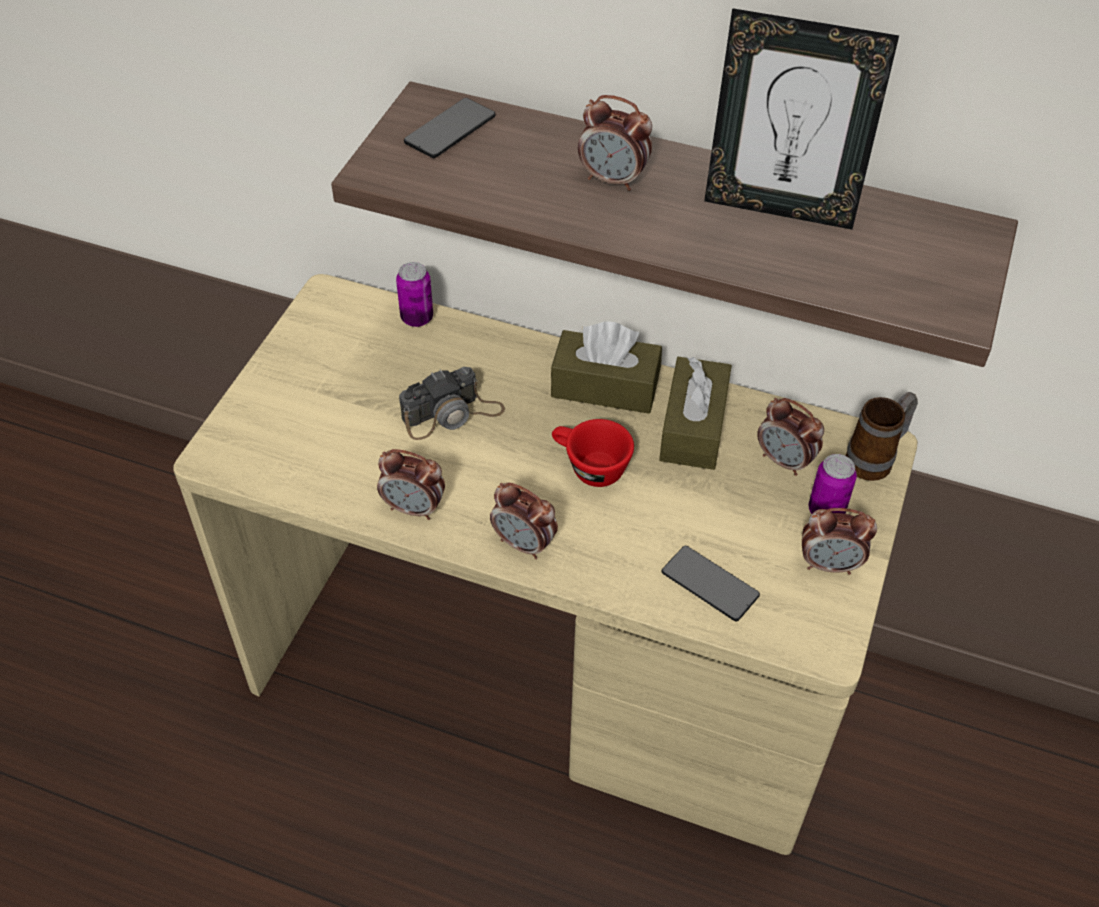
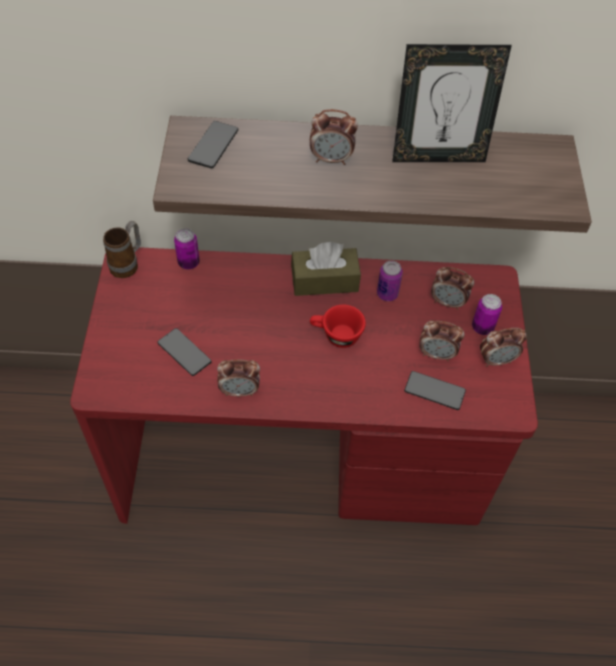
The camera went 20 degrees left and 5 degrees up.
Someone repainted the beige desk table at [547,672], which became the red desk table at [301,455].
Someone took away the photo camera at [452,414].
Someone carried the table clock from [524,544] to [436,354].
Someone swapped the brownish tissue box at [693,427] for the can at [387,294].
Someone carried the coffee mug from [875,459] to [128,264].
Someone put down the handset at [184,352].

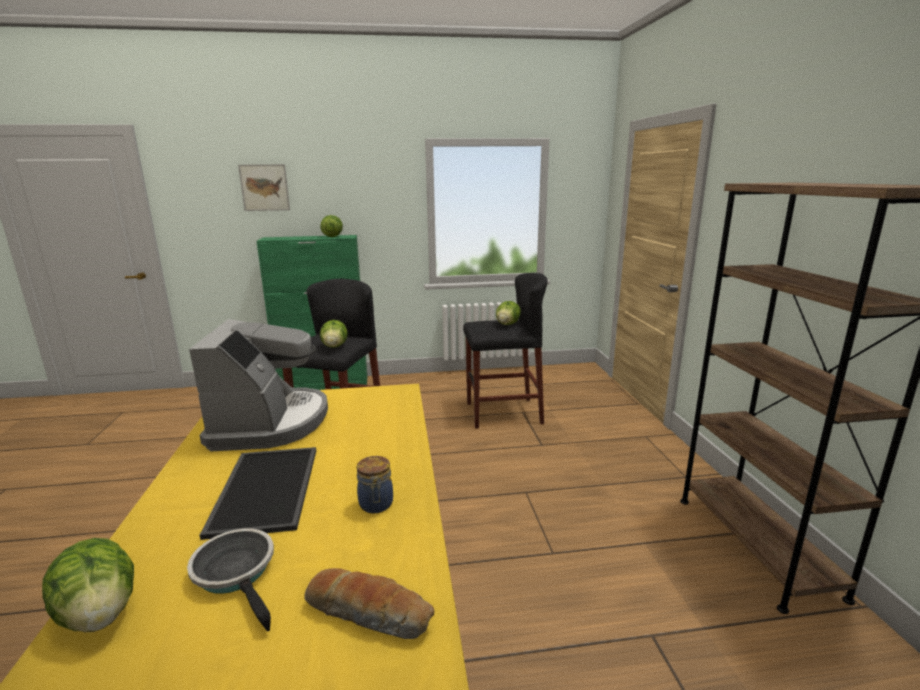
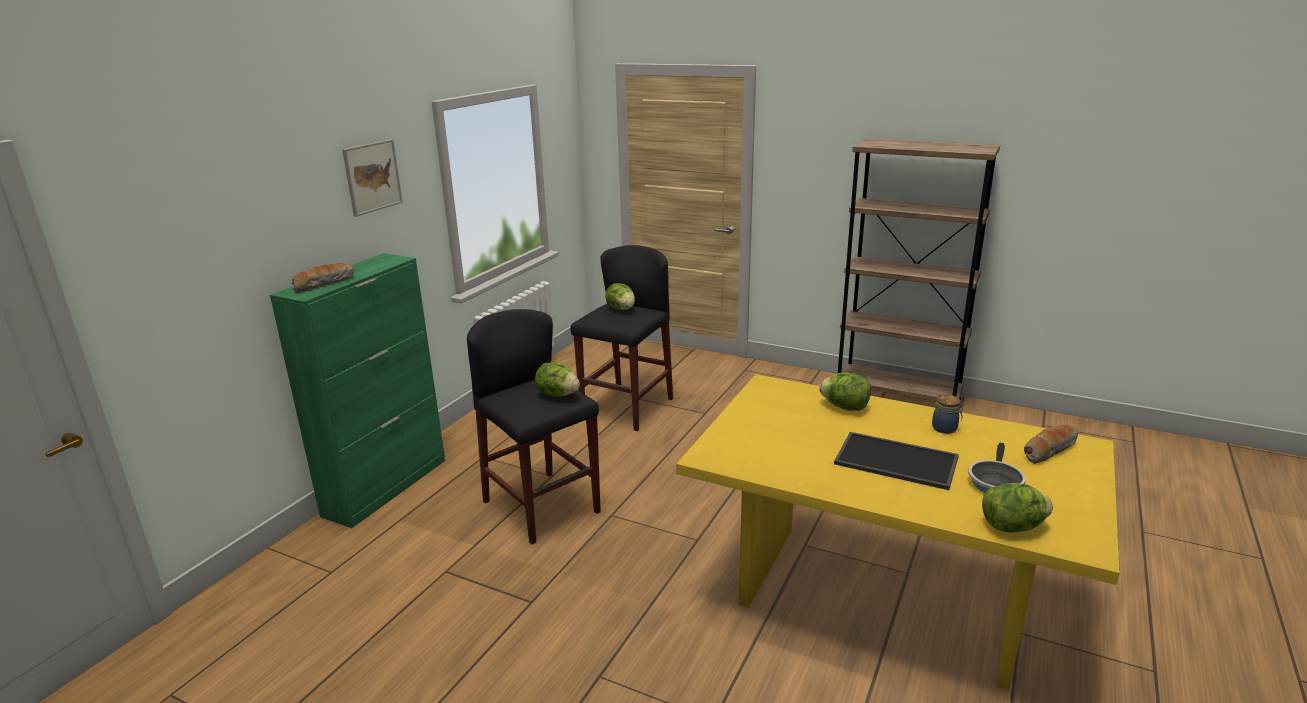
The camera went 55 degrees left and 5 degrees up.
Someone rotated the frying pan at [237,573] by 60 degrees counterclockwise.
Someone took away the coffee brewer at [270,422].
Someone carried the wall picture from [264,187] to [372,177].
Someone carried the lettuce from [332,236] to [845,407].
Someone put down the baked bread at [324,284].

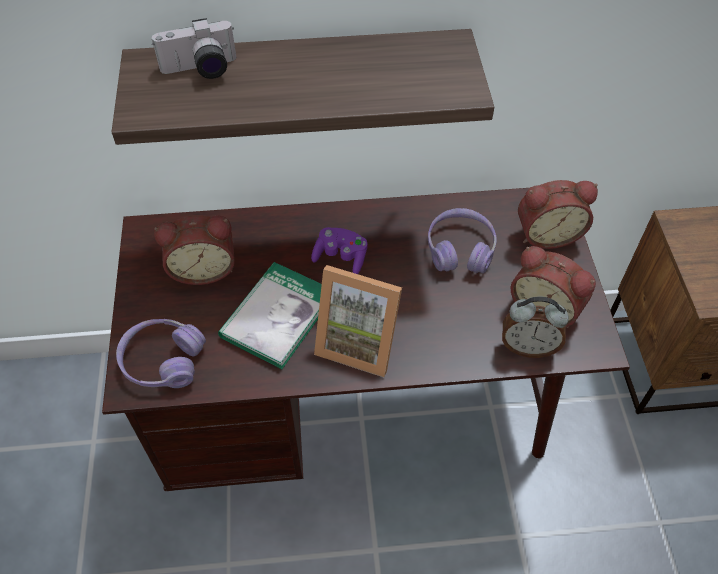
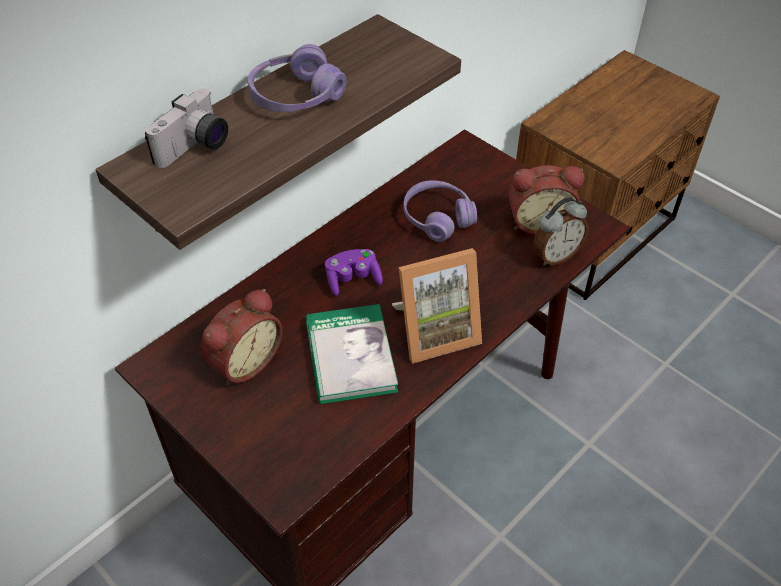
The camera went 40 degrees left and 5 degrees down.
Someone carried the purple headset from [163,361] to [295,96].
Someone took away the table clock at [547,233].

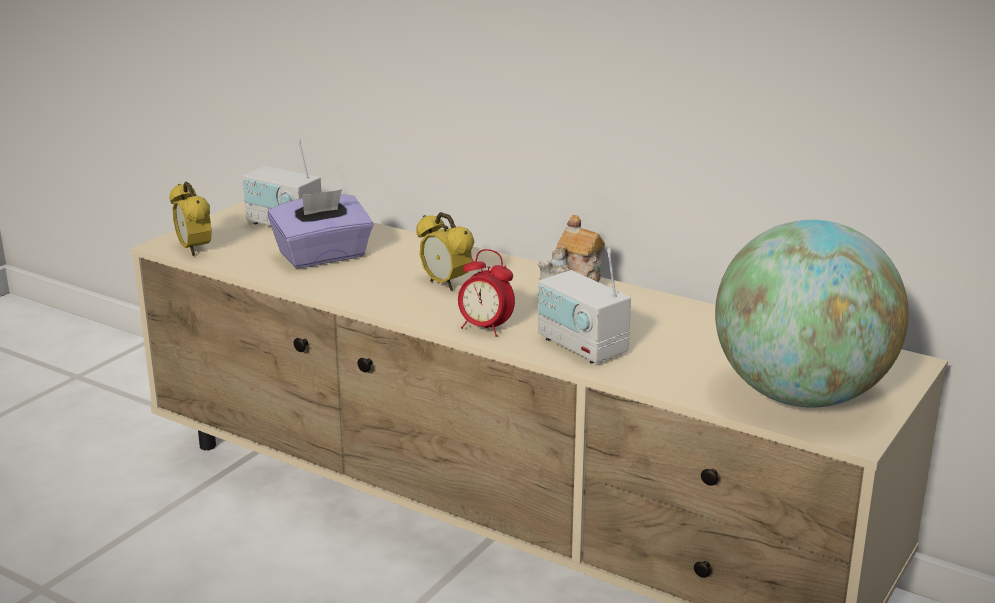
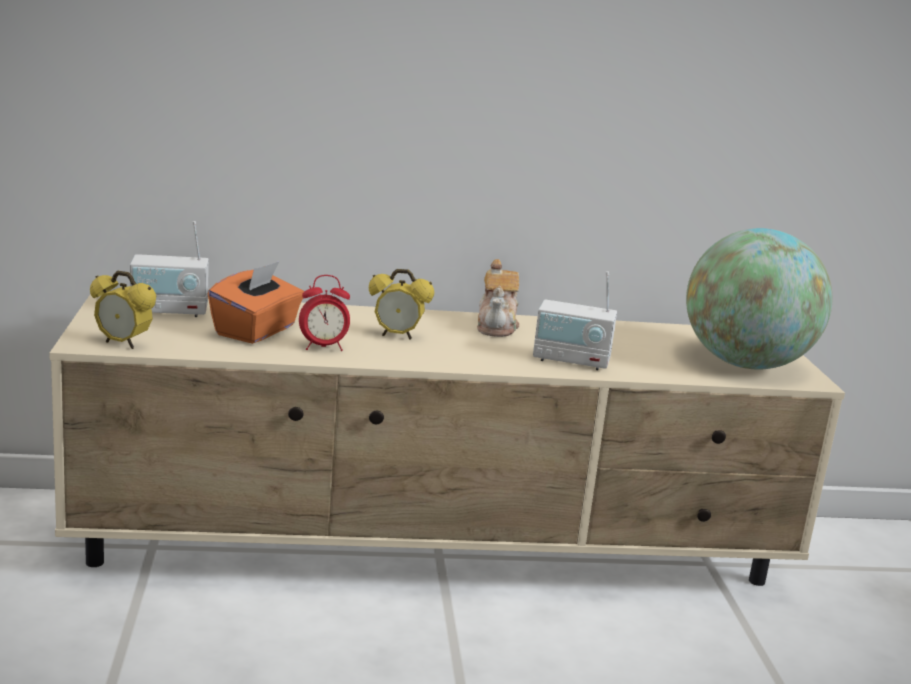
The camera went 40 degrees left and 5 degrees down.
Someone repainted the purple tissue box at [323,256], which became the orange tissue box at [256,331].
Someone carried the table clock from [485,328] to [323,347].

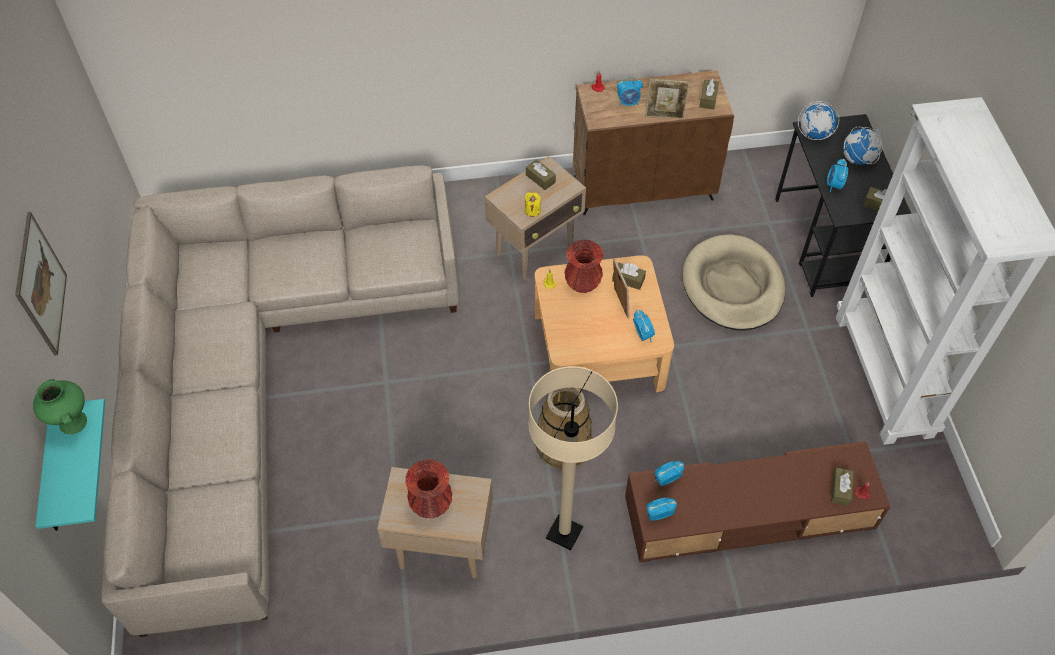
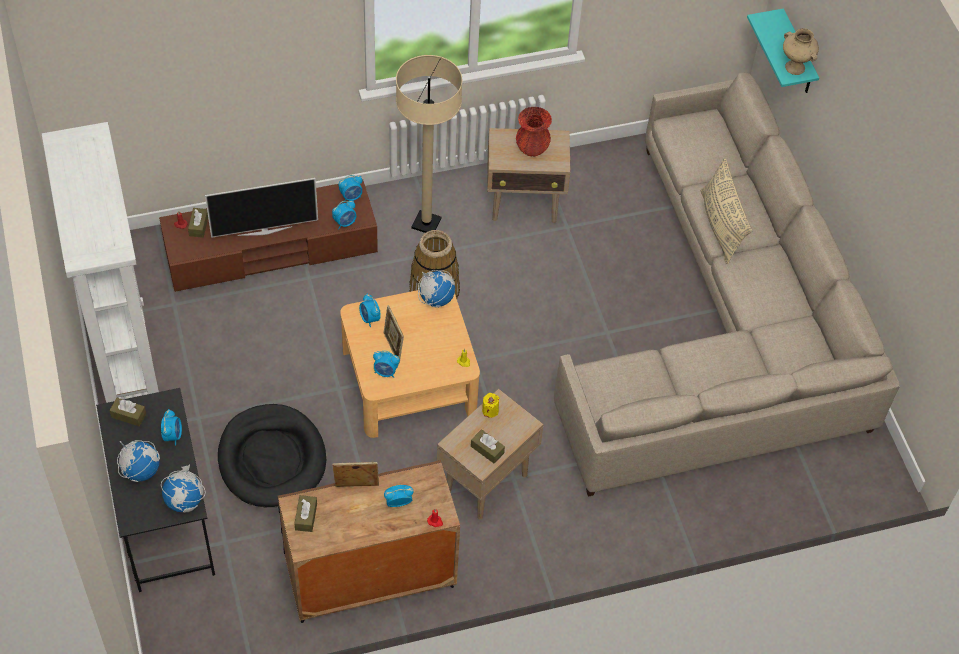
The camera went 170 degrees right and 0 degrees up.
Someone took away the wall picture at [41,284].
Someone repainted the green decorative vase at [72,422], which became the beige decorative vase at [795,67].
Someone took away the red decorative vase at [582,284].
Someone swapped the brownish tissue box at [628,280] for the table clock at [386,372].
Someone repainted the beige dog bed at [732,286], which became the blackish dog bed at [272,459].
Someone put down the television at [264,230].
Someone put down the desk globe at [436,299].
Someone put down the beige pillow at [720,226].

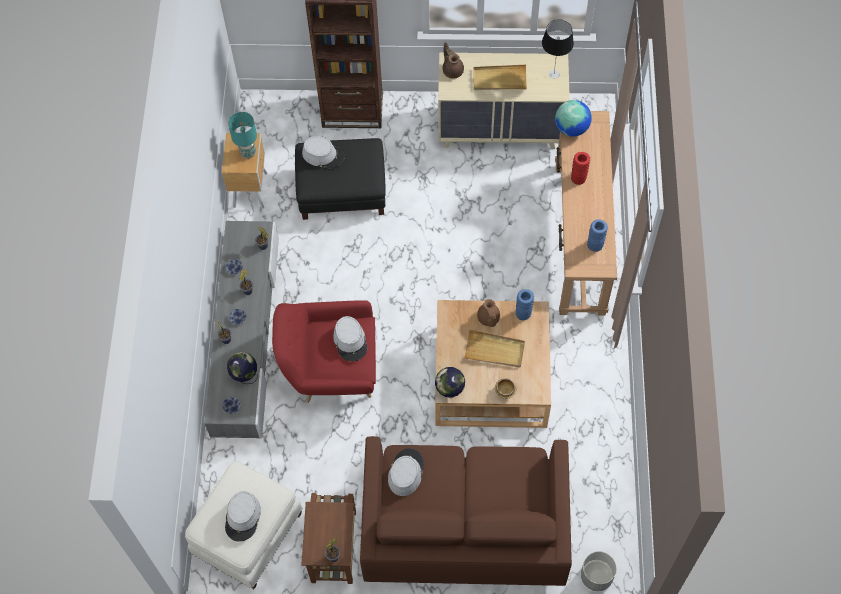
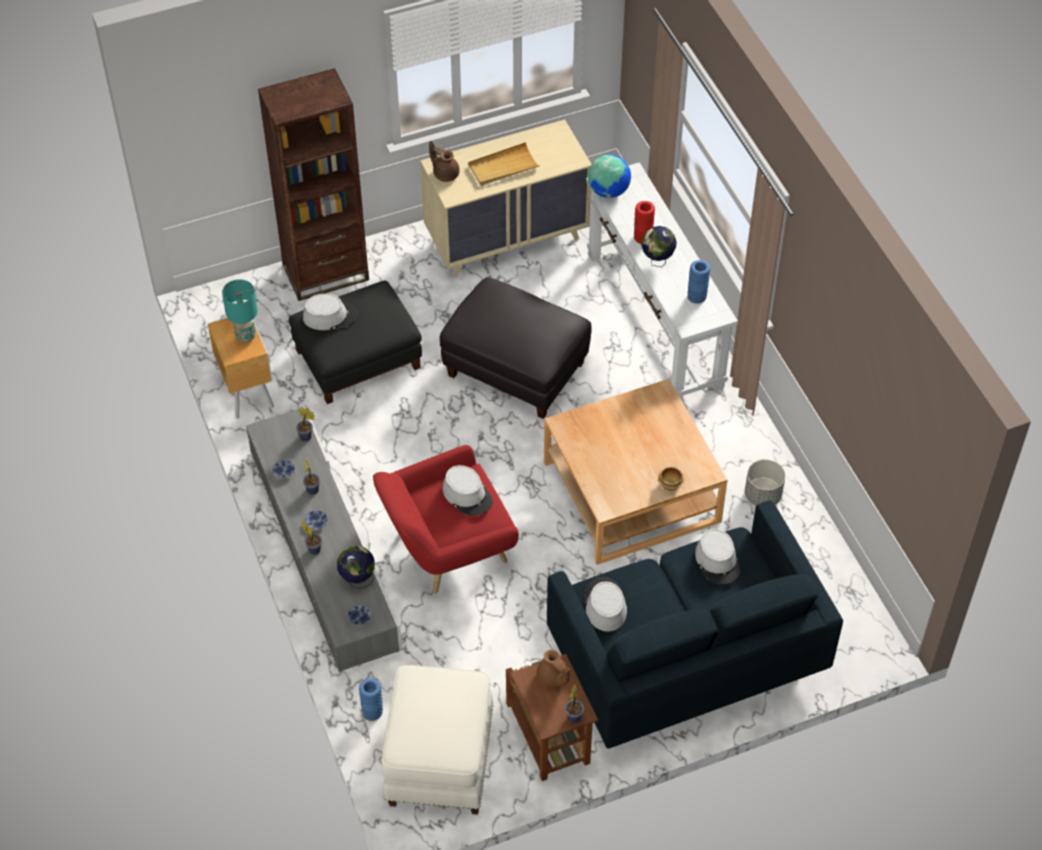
The camera went 25 degrees left and 10 degrees down.
Someone carried the greyish wearable hat from [243,517] to [717,561].
Someone repainted the brownish settee at [464,526], which became the blue-coloured settee at [685,656].
Someone carried the desk globe from [450,391] to [657,261].
Someone took away the beige serving tray at [494,350].
Someone carried the brownish tea pot from [488,319] to [553,677].
Someone carried the blue-coloured decorative vase from [523,313] to [372,711].
Someone took away the lamp for a table at [554,74].
Someone repainted the brownish hall table at [579,238], which became the white-coloured hall table at [654,319].
Someone carried the greyish flower pot from [596,576] to [762,495].
Someone put down the blackish ottoman at [516,370].

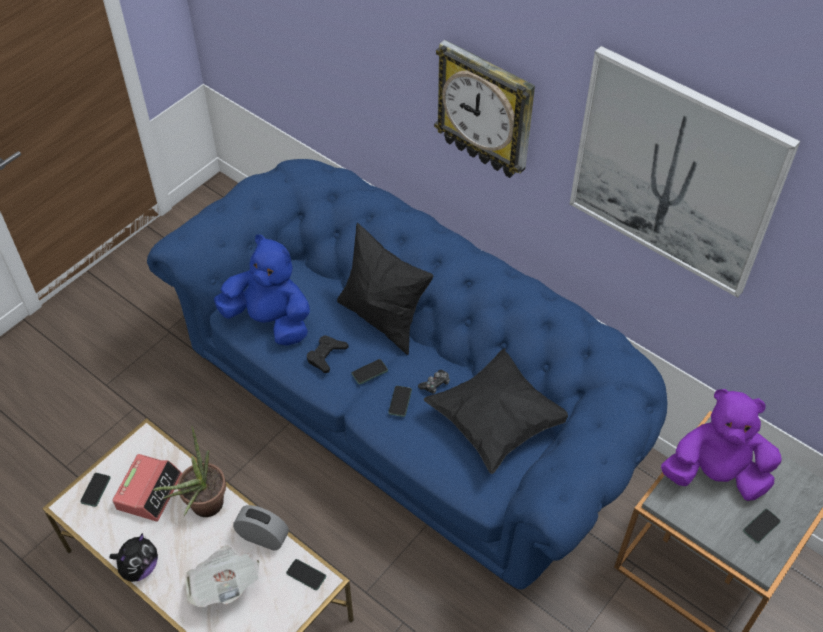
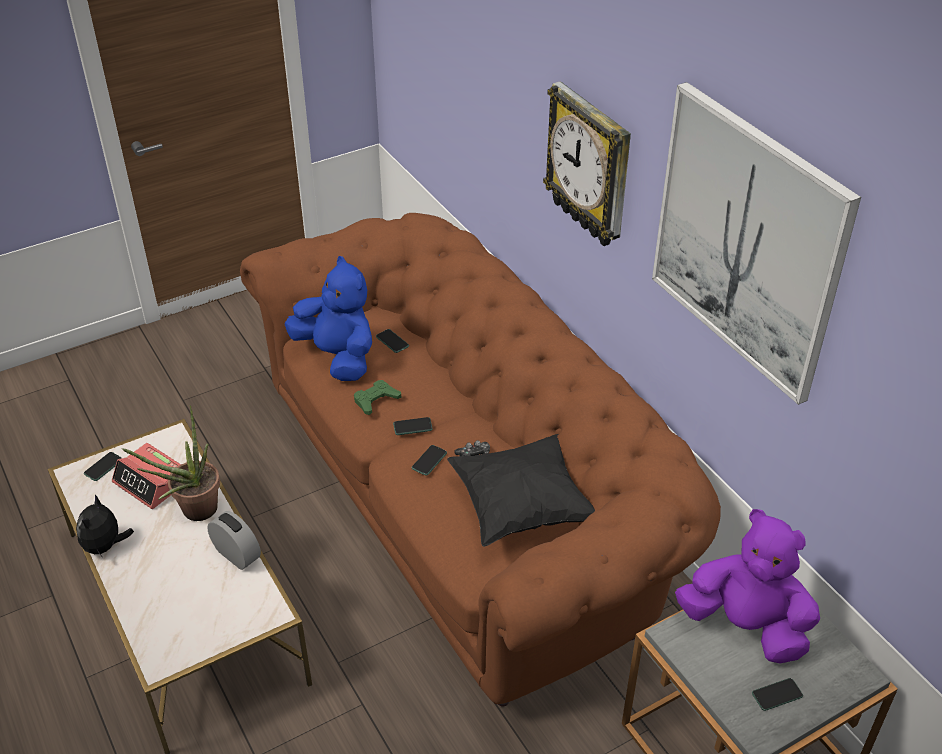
The camera went 20 degrees right and 10 degrees down.
Someone rotated the plush toy at [139,567] by 135 degrees clockwise.
Someone rotated the table clock at [149,491] by 90 degrees clockwise.
Someone repainted the blue-coloured settee at [410,410], which became the brownish settee at [468,502].
Someone took away the printed paper at [224,584].
Someone carried the handset from [306,575] to [392,341].
Someone repainted the blackish joypad at [326,355], which became the green joypad at [376,400].
Someone took away the blackish pillow at [383,319].

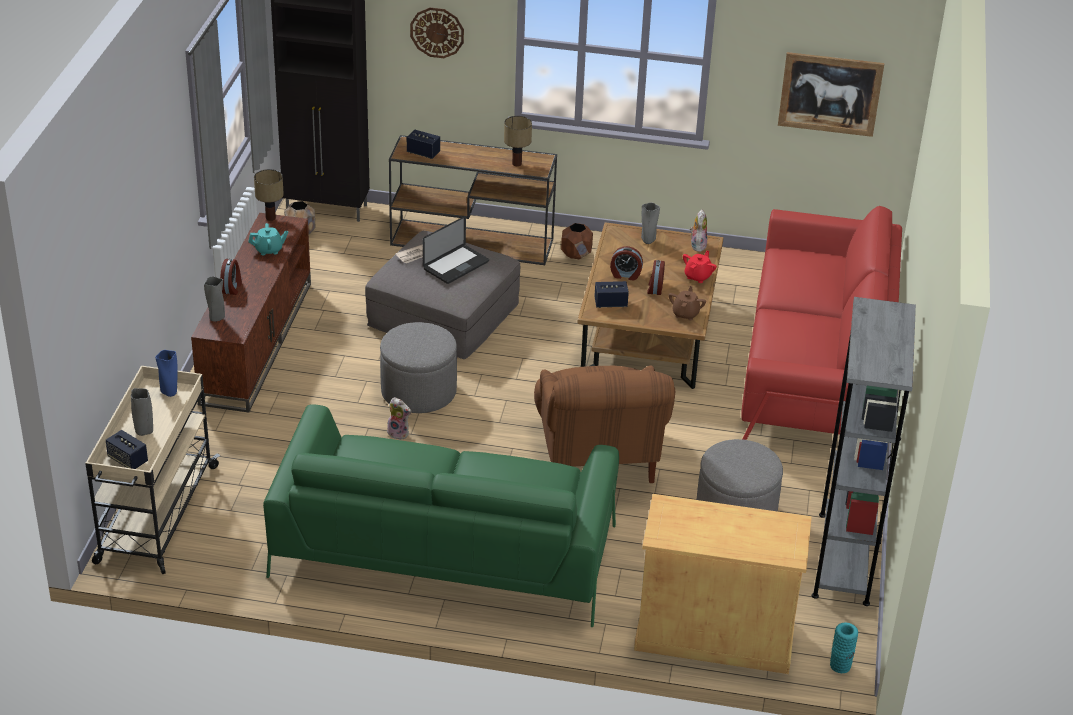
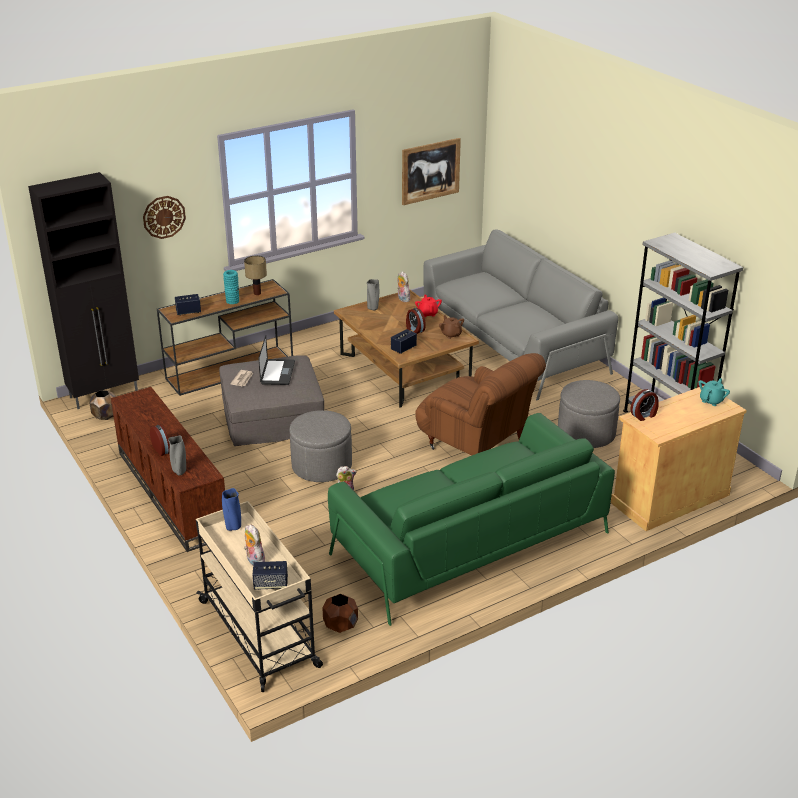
The camera went 40 degrees left and 5 degrees down.
Someone swapped the greyish decorative vase at [144,432] for the plush toy at [254,560].
Someone carried the turquoise-coloured tea pot from [269,250] to [711,400].
Someone took away the lamp for a table at [271,217].
Someone carried the brownish flower pot from [576,254] to [341,625].
Someone carried the table clock from [625,275] to [644,415].
Someone repainted the red settee at [817,365], which became the greyish settee at [513,342].
Someone carried the turquoise-coloured decorative vase from [840,665] to [232,301].

